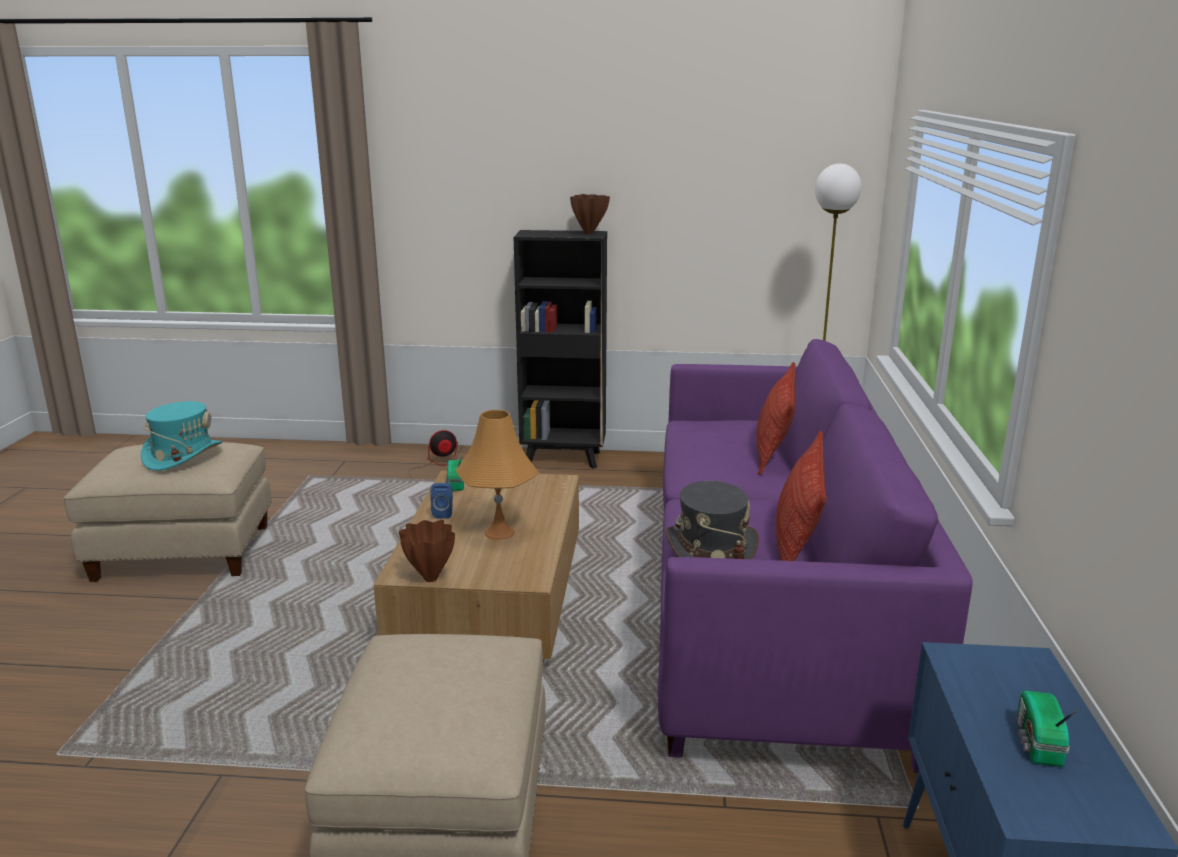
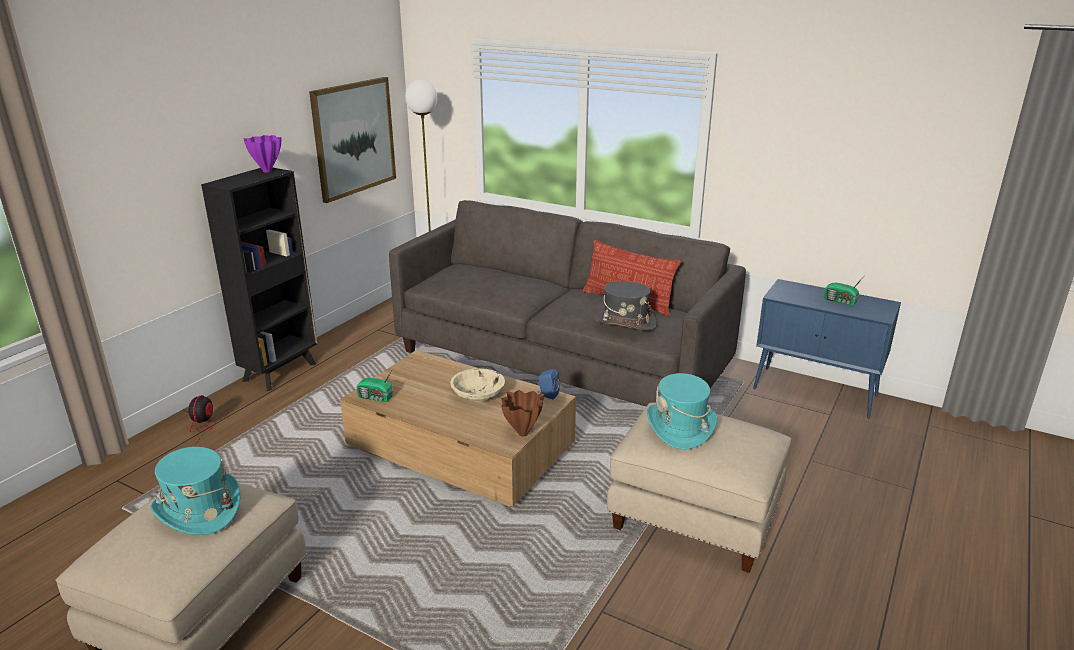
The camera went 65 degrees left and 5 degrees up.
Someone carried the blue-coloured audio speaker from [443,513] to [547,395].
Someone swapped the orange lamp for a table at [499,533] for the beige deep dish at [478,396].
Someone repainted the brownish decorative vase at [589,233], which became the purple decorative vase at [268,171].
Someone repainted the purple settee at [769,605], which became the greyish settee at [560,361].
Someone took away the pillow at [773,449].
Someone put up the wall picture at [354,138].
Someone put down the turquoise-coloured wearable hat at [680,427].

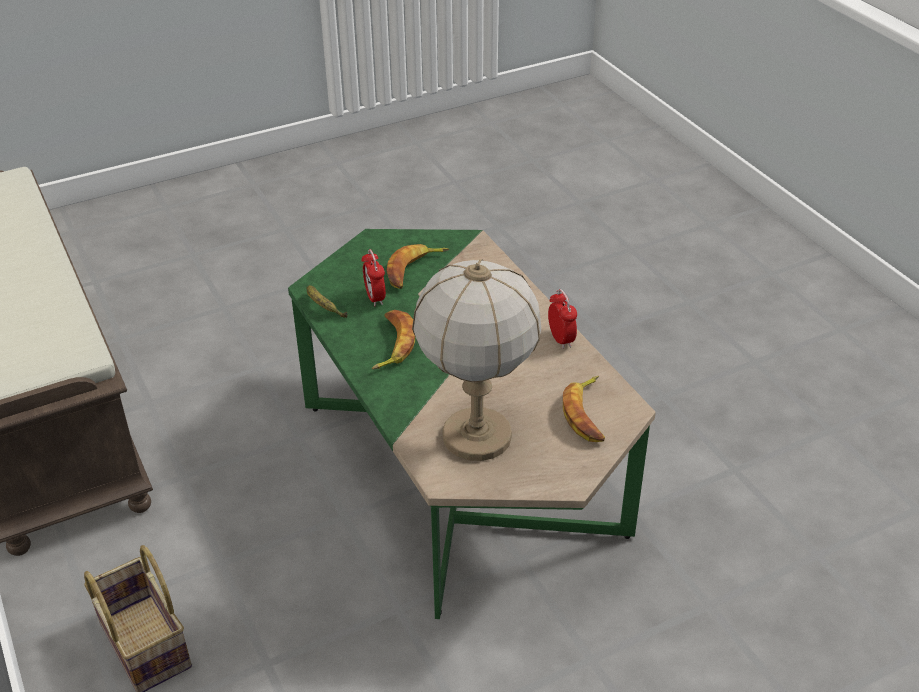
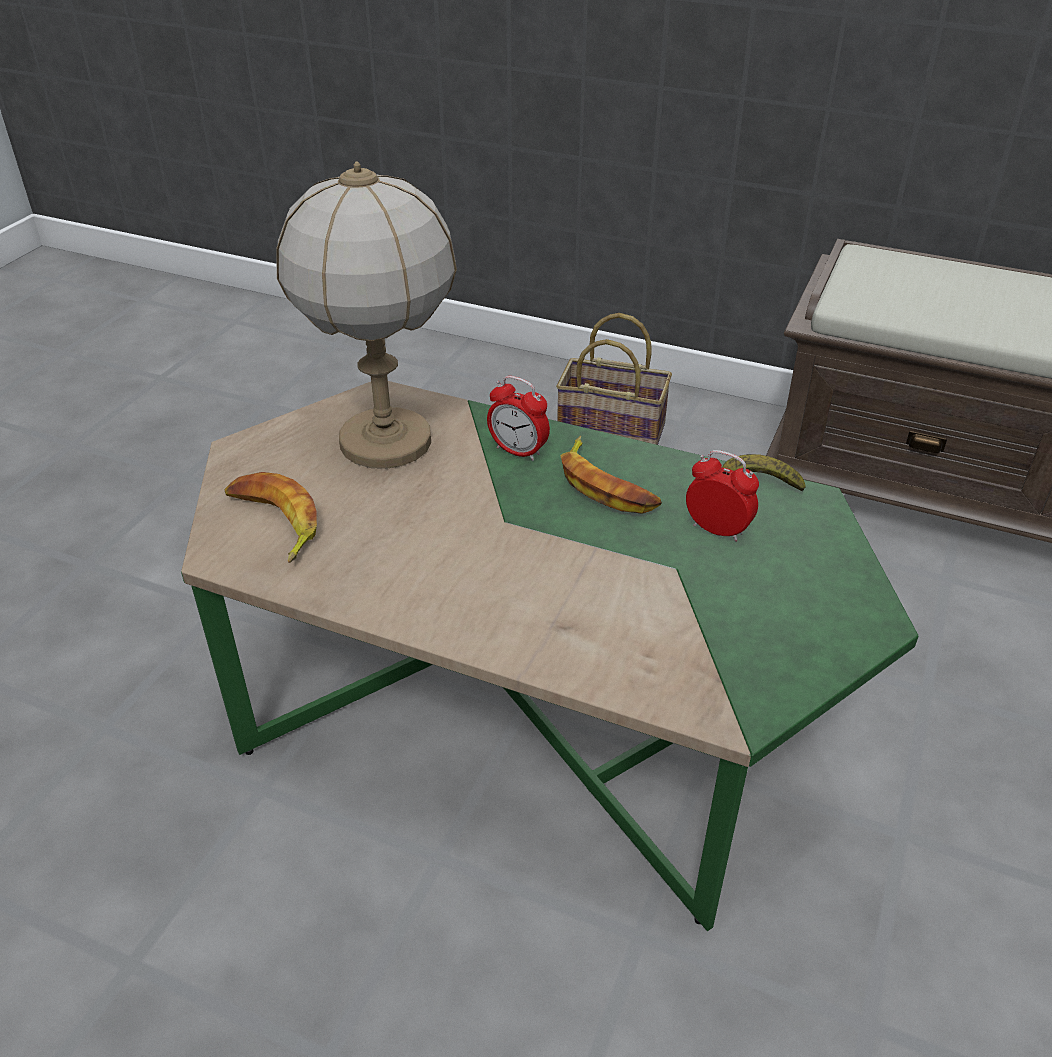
The camera went 140 degrees right and 0 degrees up.
Someone took away the banana fruit at [414,270].
Someone carried the table clock from [561,339] to [518,451].

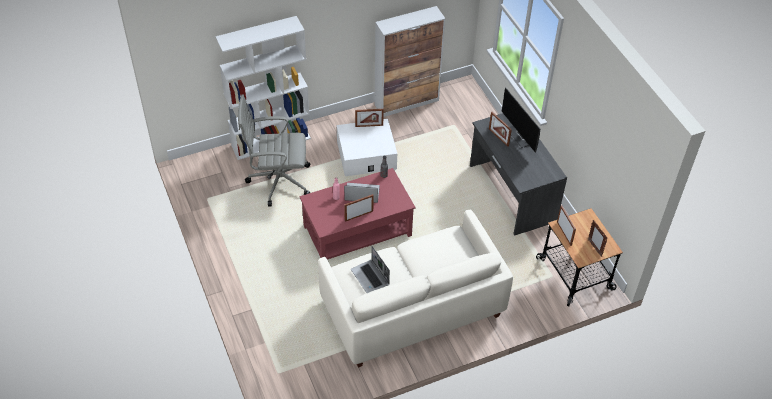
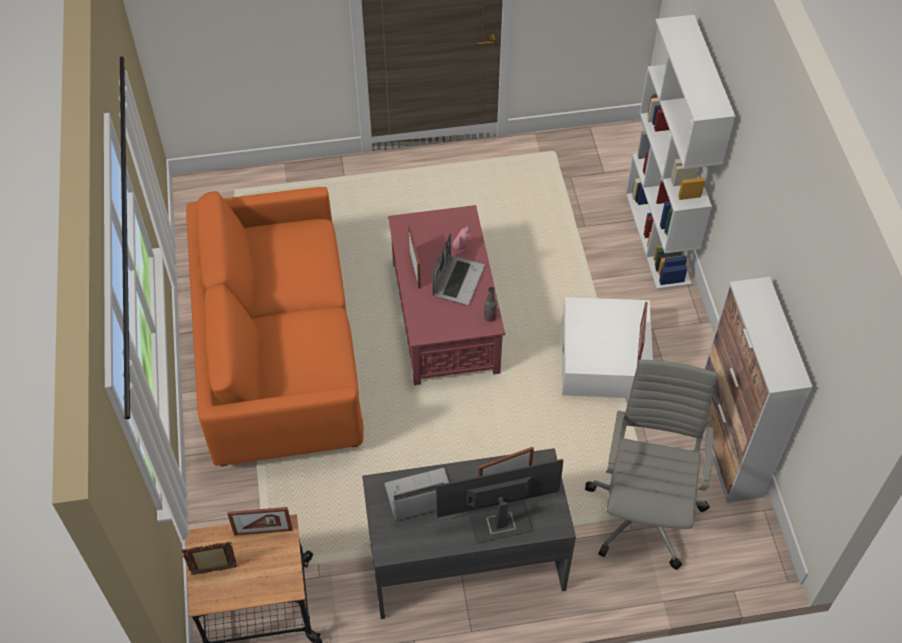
The camera went 105 degrees right and 5 degrees up.
Someone carried the greyish computer chair from [278,181] to [645,510].
Someone repainted the white-coloured settee at [412,308], which became the orange settee at [279,355].
Someone carried the notebook computer from [370,277] to [419,497].

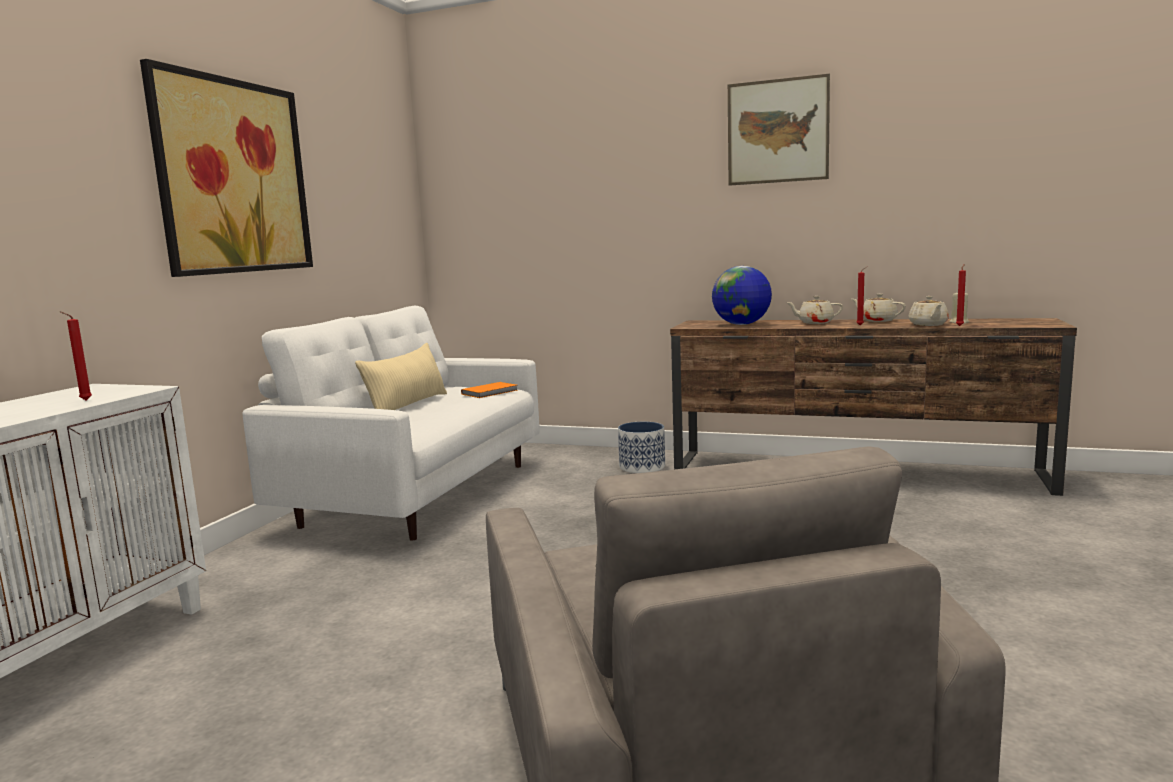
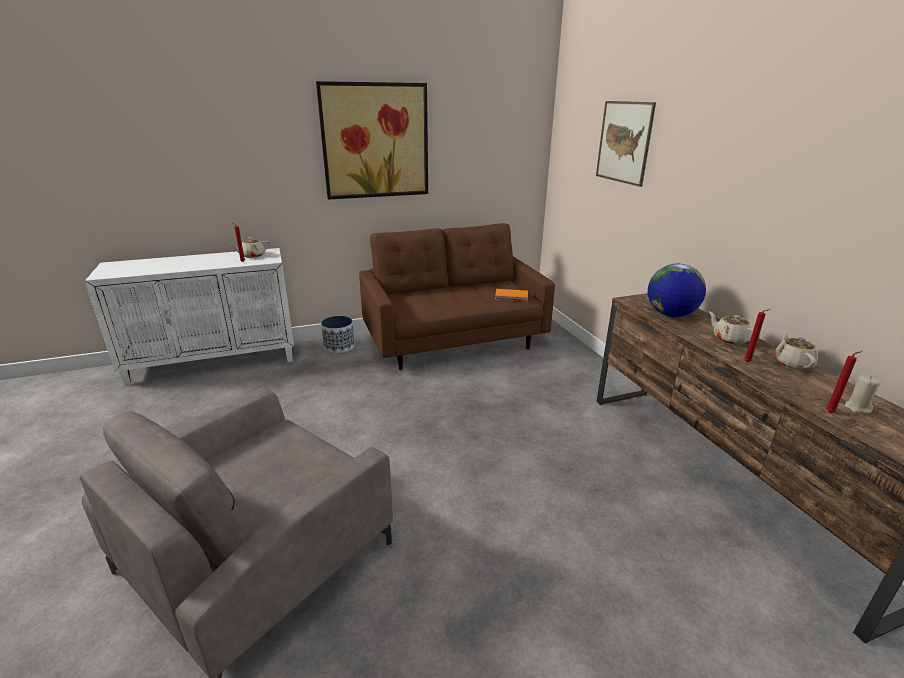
The camera went 50 degrees right and 15 degrees up.
Someone repainted the white-coloured settee at [419,493], which became the brownish settee at [454,341].
Someone took away the beige pillow at [407,406].
Someone carried the flower pot from [641,467] to [339,346].
Someone carried the wall picture from [777,131] to [624,142].
Someone carried the beige tea pot from [928,325] to [252,255].

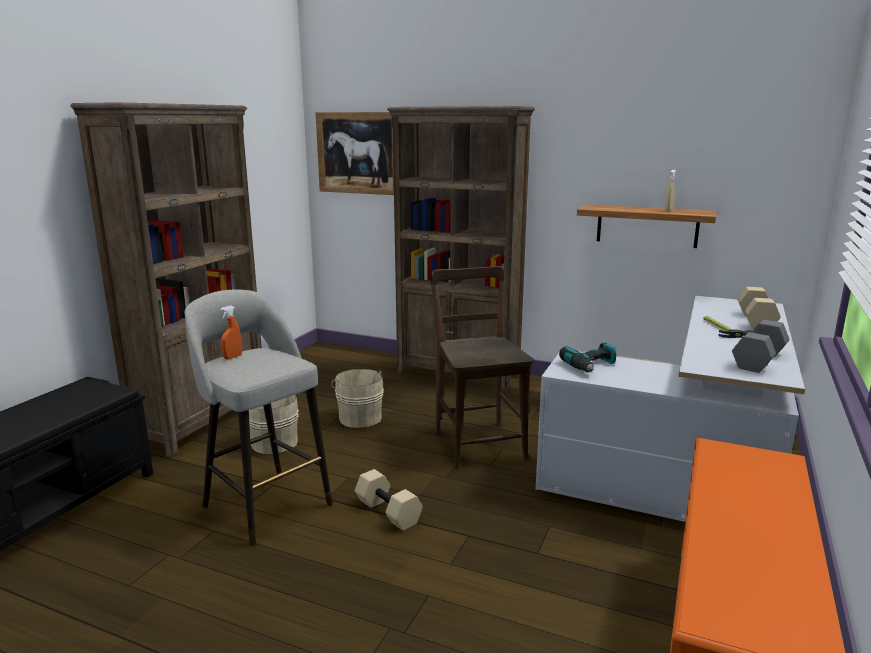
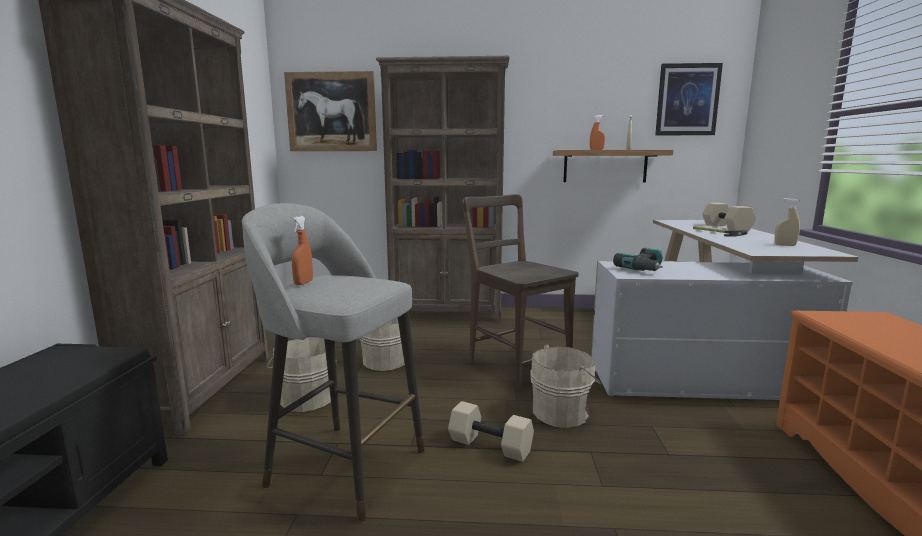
The camera went 20 degrees left and 5 degrees down.
Someone swapped the greyish dumbbell at [757,360] for the beige spray bottle at [785,245].
Someone put down the beige bucket at [563,412].
Someone put down the orange spray bottle at [596,149].
Someone put up the wall picture at [687,100].

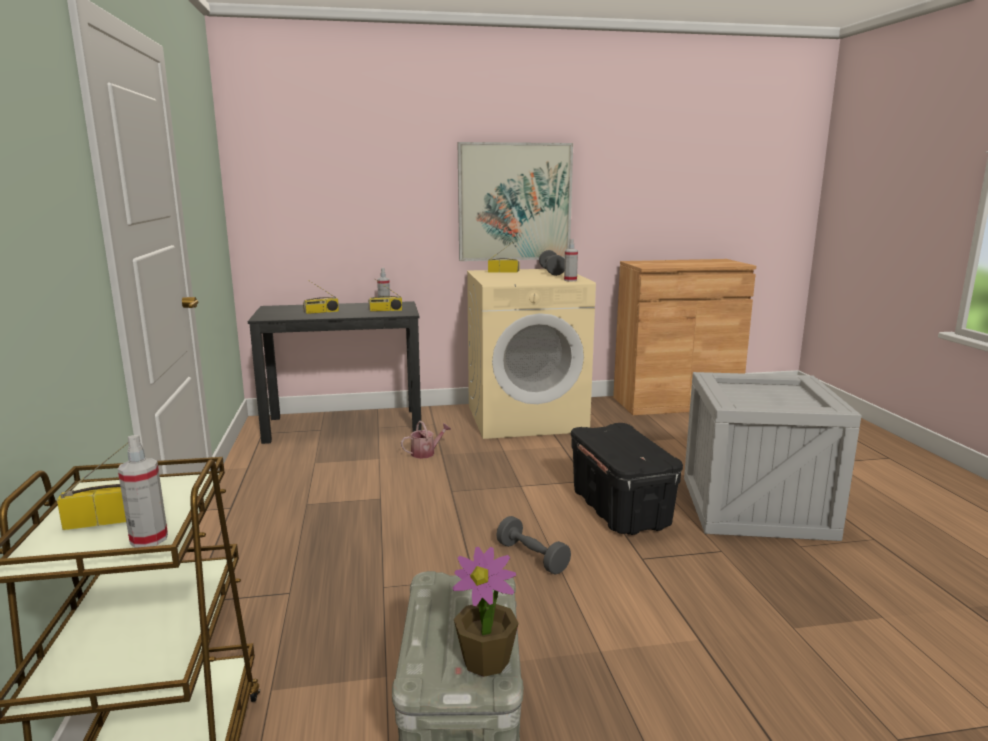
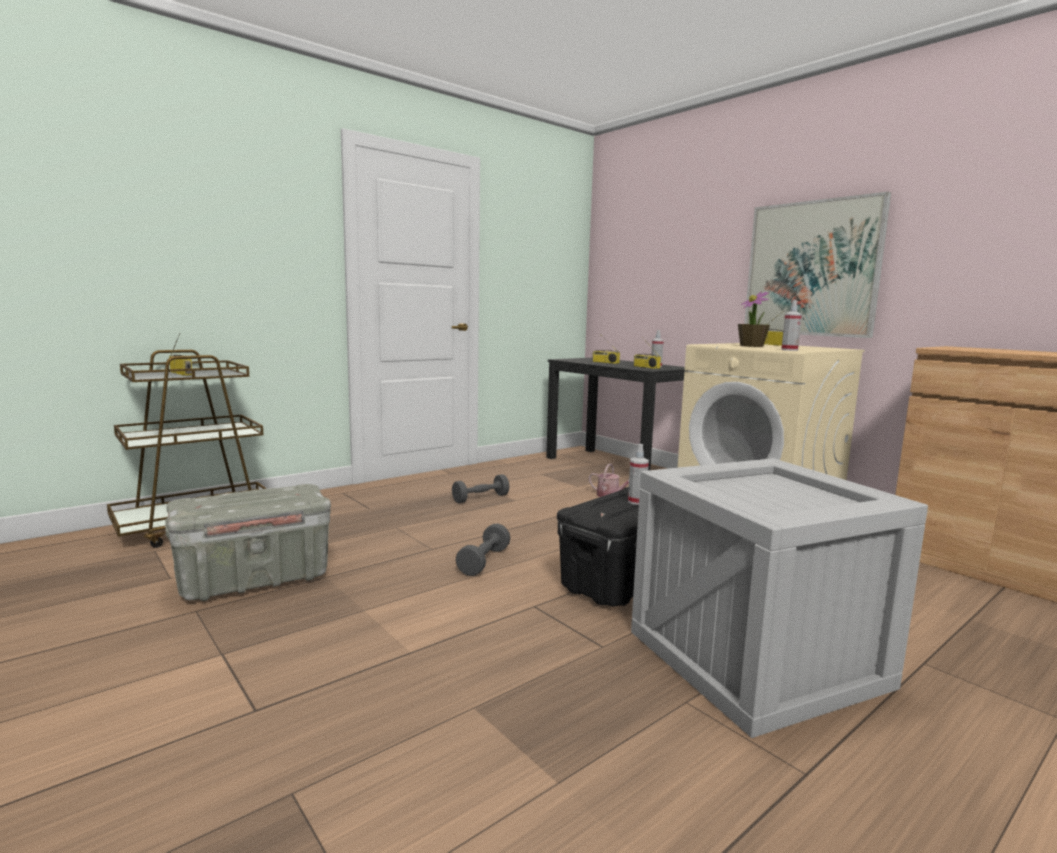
The camera went 60 degrees right and 5 degrees down.
Someone carried the spray bottle from [149,539] to [636,502].
Someone carried the plant in a pot from [486,660] to [752,346].
Someone carried the greyish dumbbell from [552,272] to [480,498].

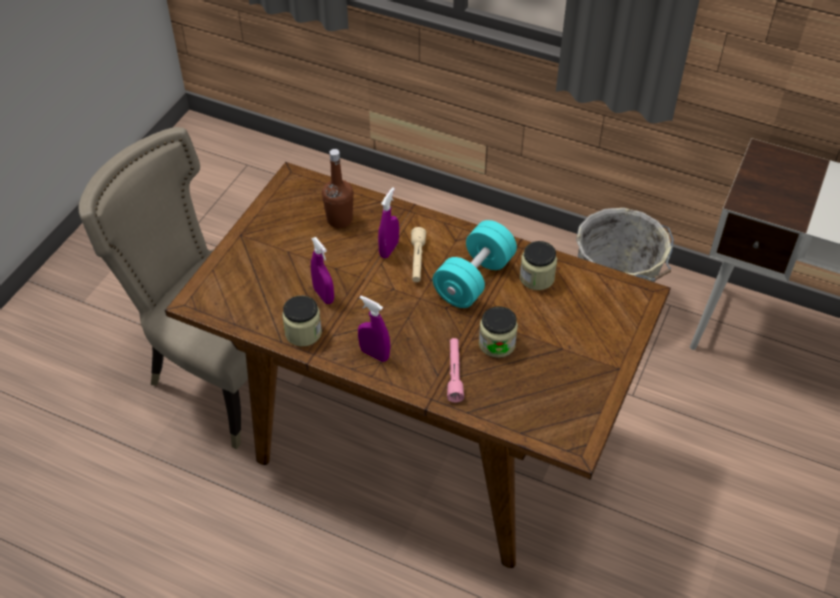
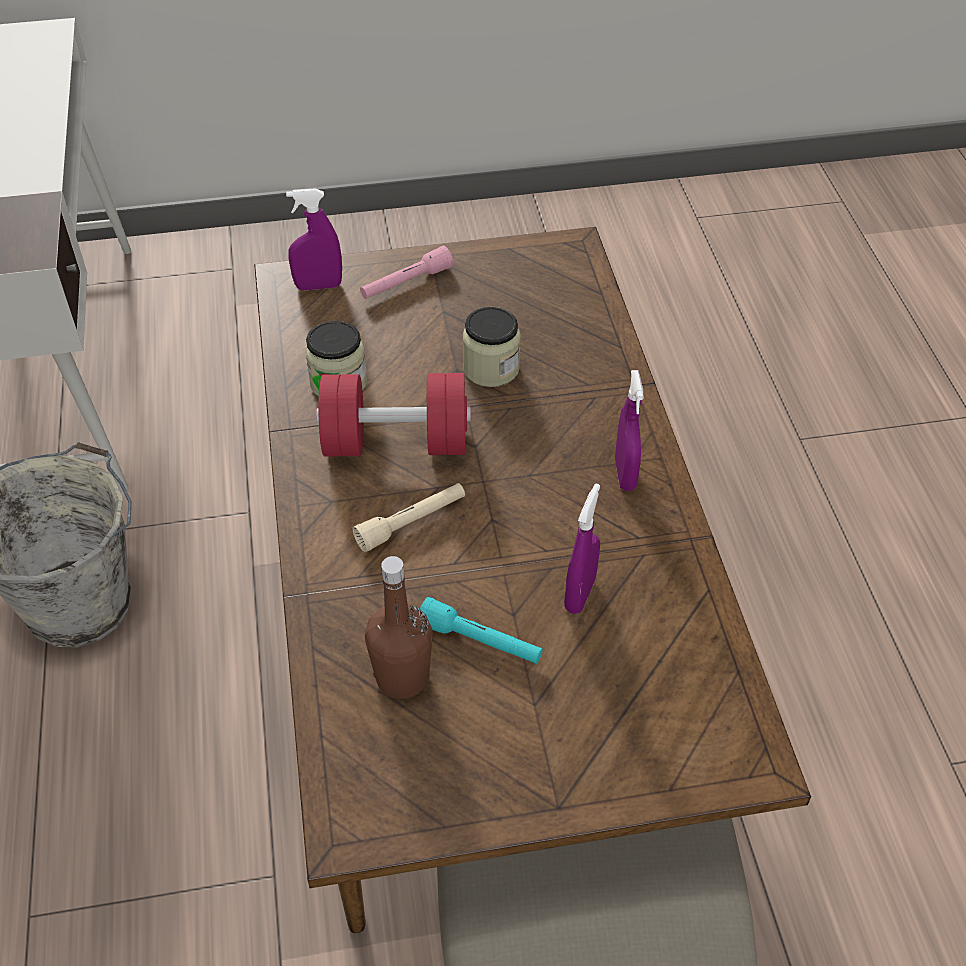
The camera went 125 degrees left and 0 degrees up.
Someone took away the storage jar at [303,333].
Someone carried the purple spray bottle from [389,249] to [318,286].
Someone repainted the turquoise-coloured dumbbell at [474,279], which became the red dumbbell at [396,442].
Someone carried the pink flashlight from [454,373] to [406,283].
Someone put down the turquoise-coloured flashlight at [480,641].

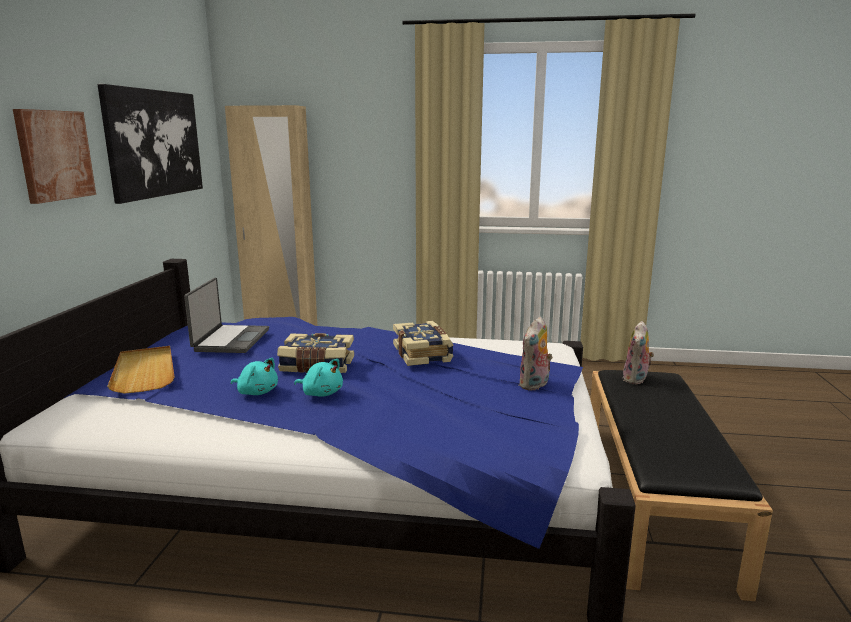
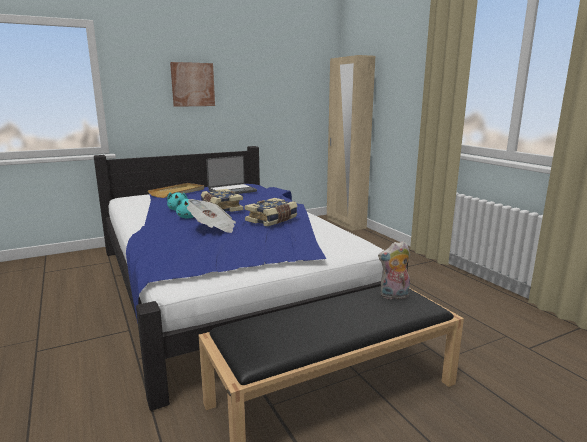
The camera went 55 degrees right and 0 degrees up.
Someone took away the wall picture at [154,143].
Someone took away the plush toy at [535,385].
Someone put down the printed paper at [213,228].

